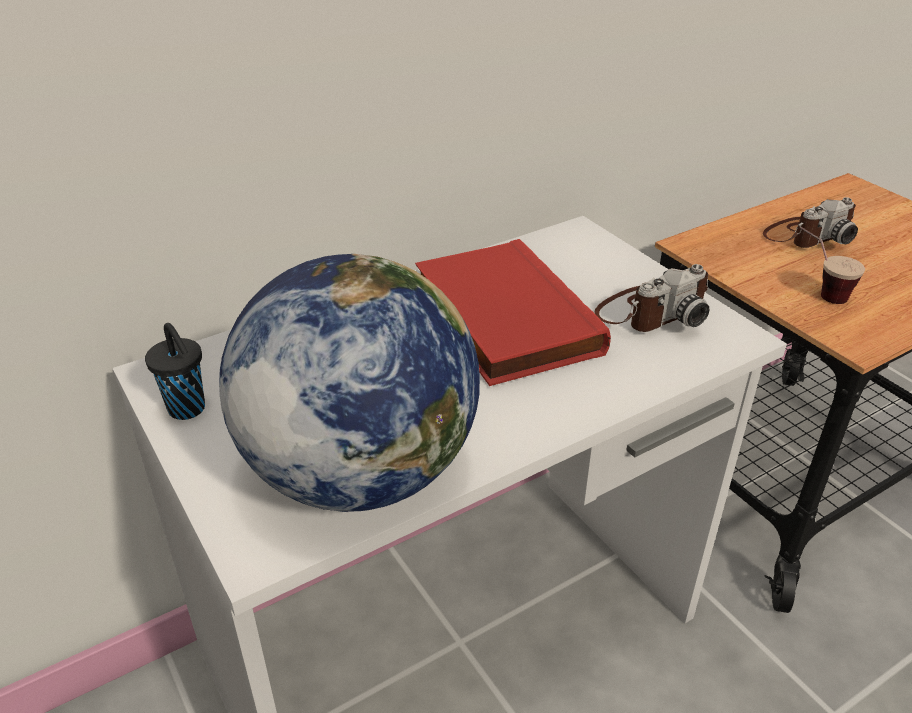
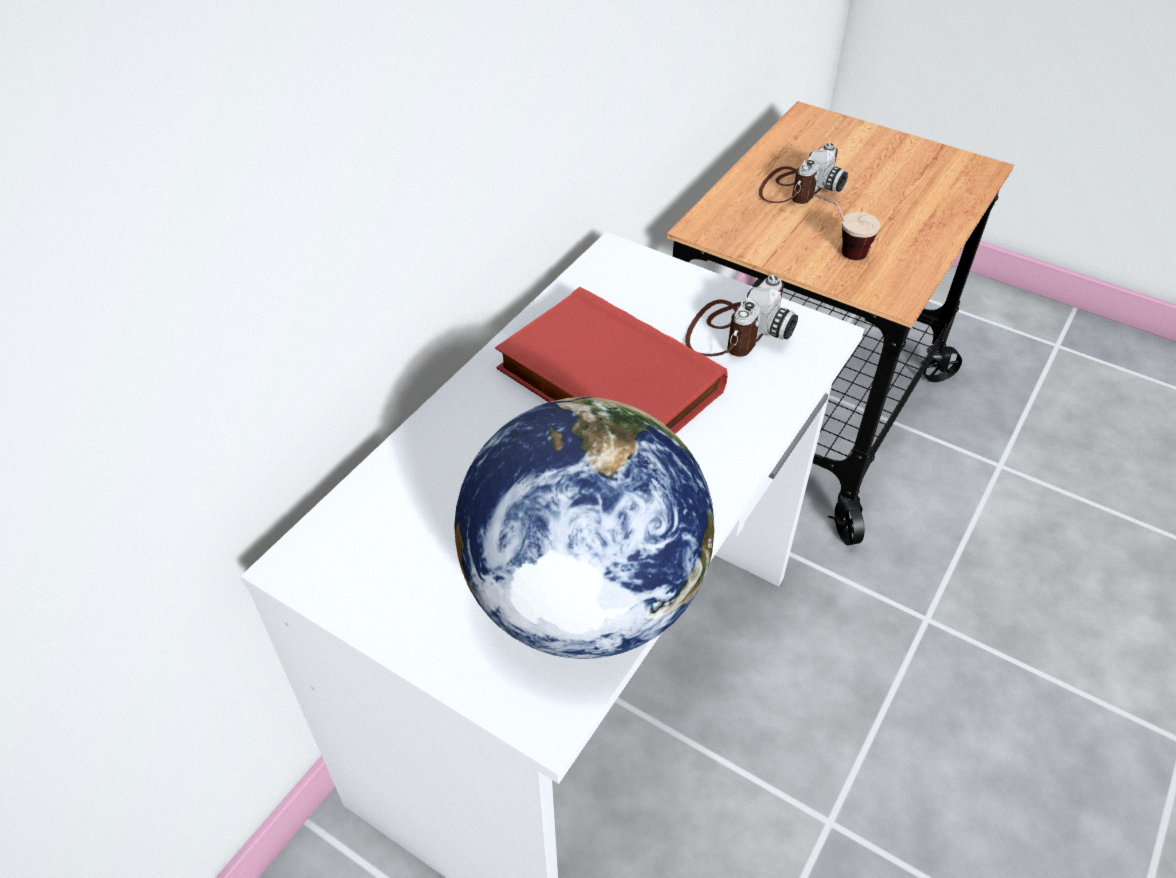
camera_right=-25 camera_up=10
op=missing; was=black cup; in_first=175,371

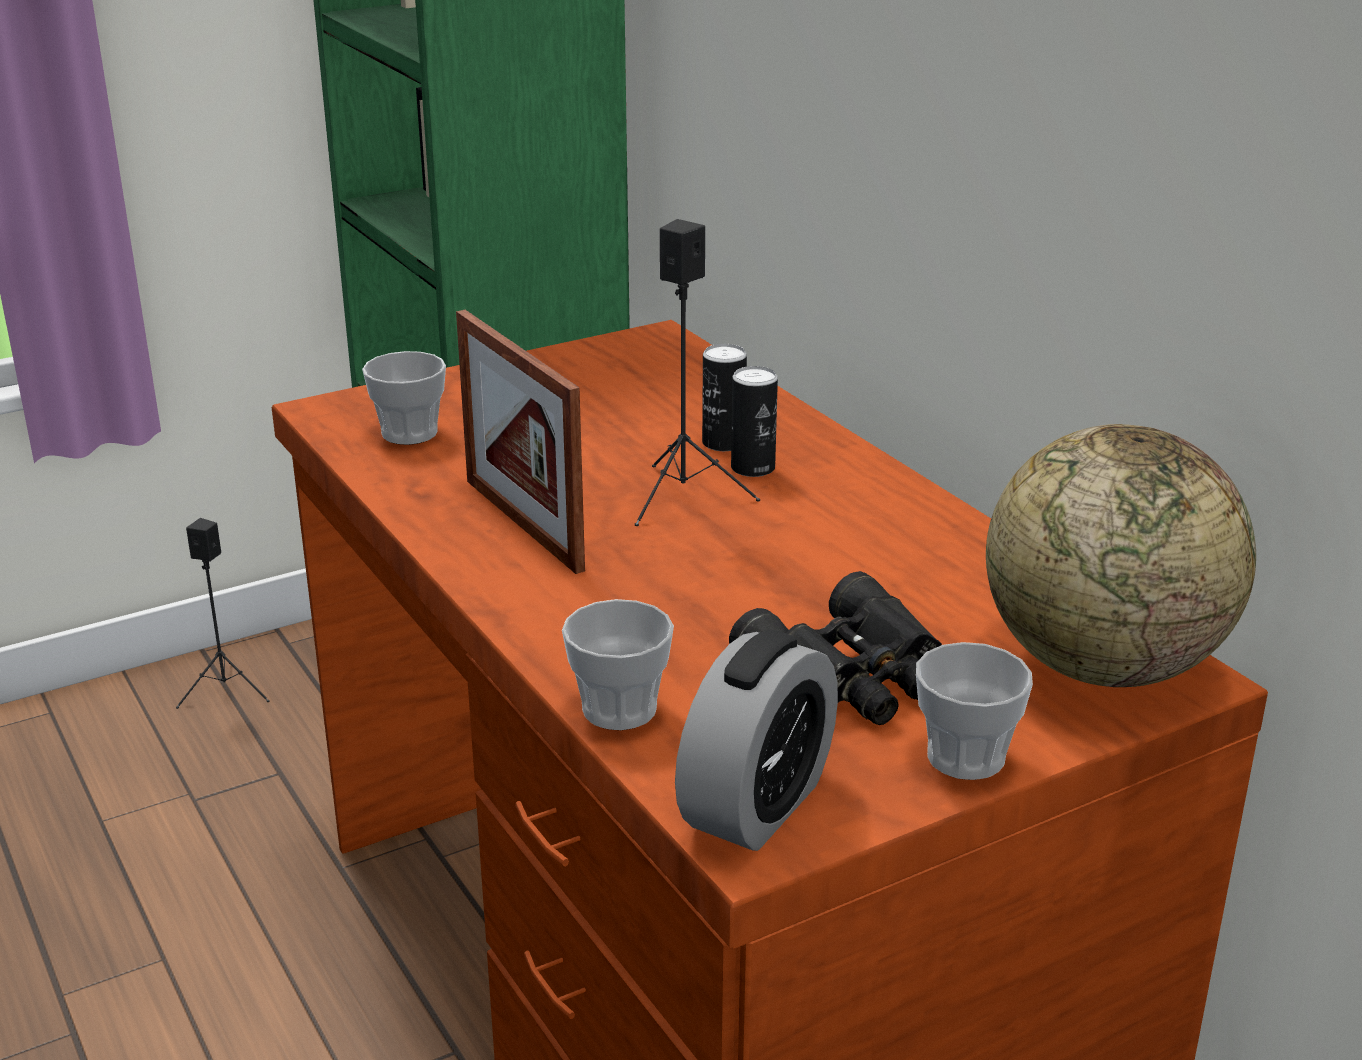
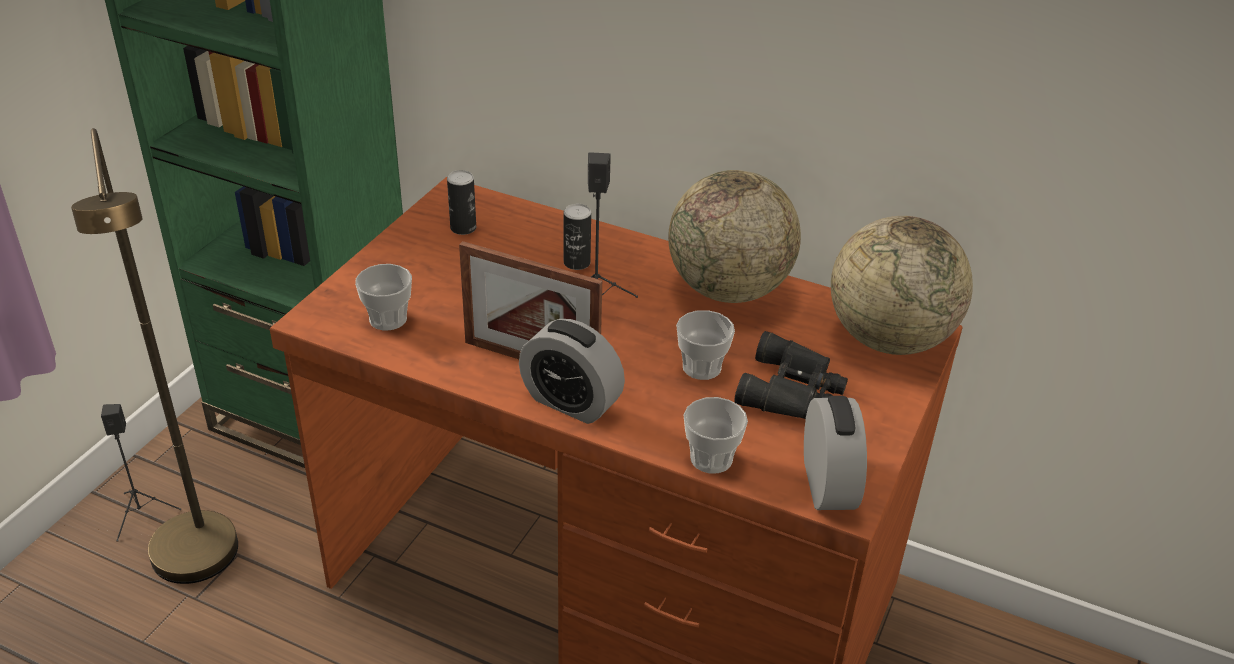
camera_right=-35 camera_up=10
op=relocated; was=can; in_first=754,421; in_second=461,202
op=relocated; was=cup; in_first=974,711; in_second=705,345
op=appeared; now=brown floor lamp; in_second=154,356
op=appeared; now=globe; in_second=734,236
op=appeared; now=alarm clock; in_second=572,371

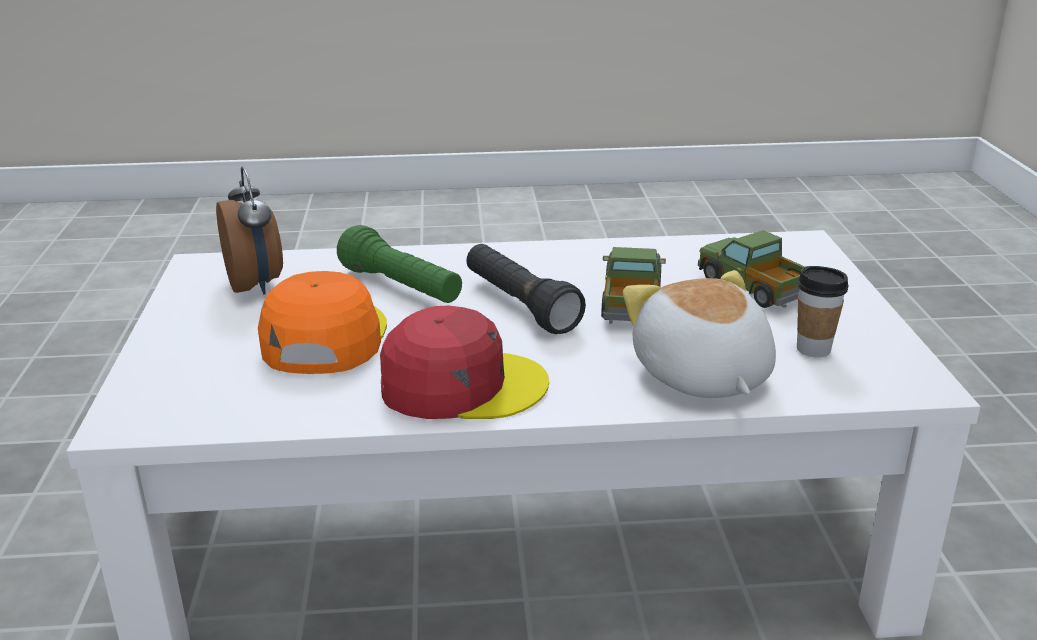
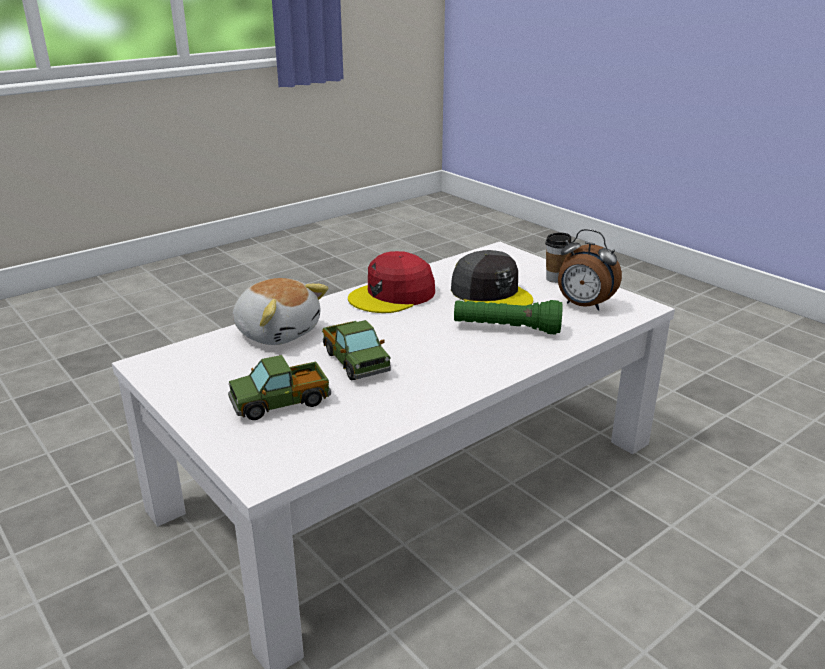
camera_right=145 camera_up=0
op=spun; was=toy truck; in_first=751,269; in_second=279,387; clockwise=135
op=missing; was=black flashlight; in_first=526,289
op=relocated; was=cup; in_first=822,311; in_second=558,257
op=colour; was=orange cap; now=grey cap; in_first=322,322; in_second=492,278

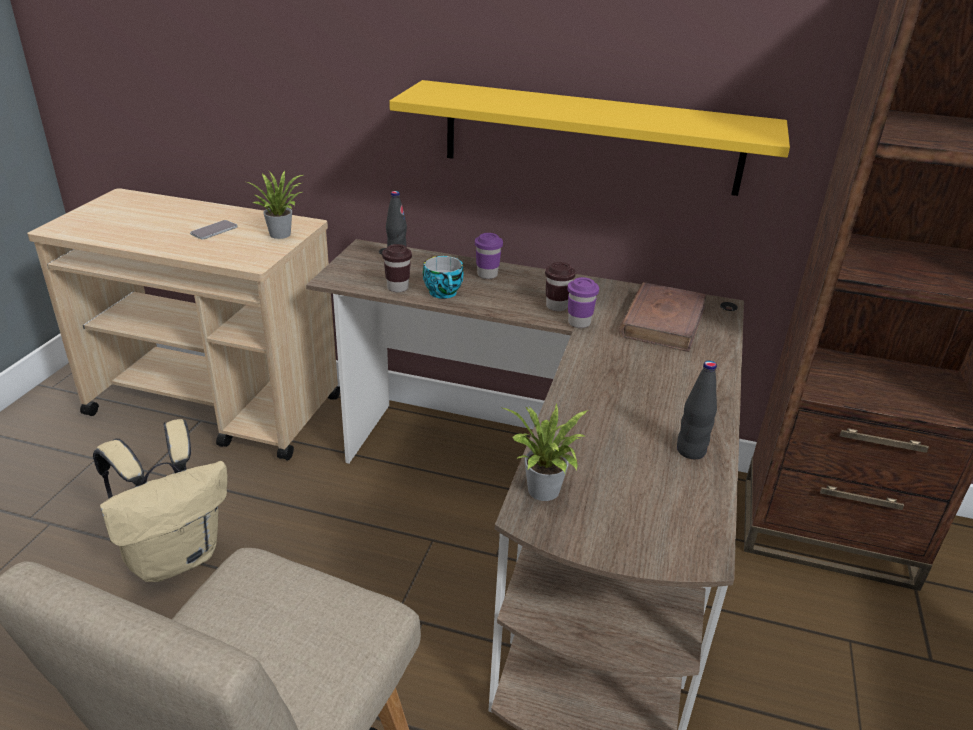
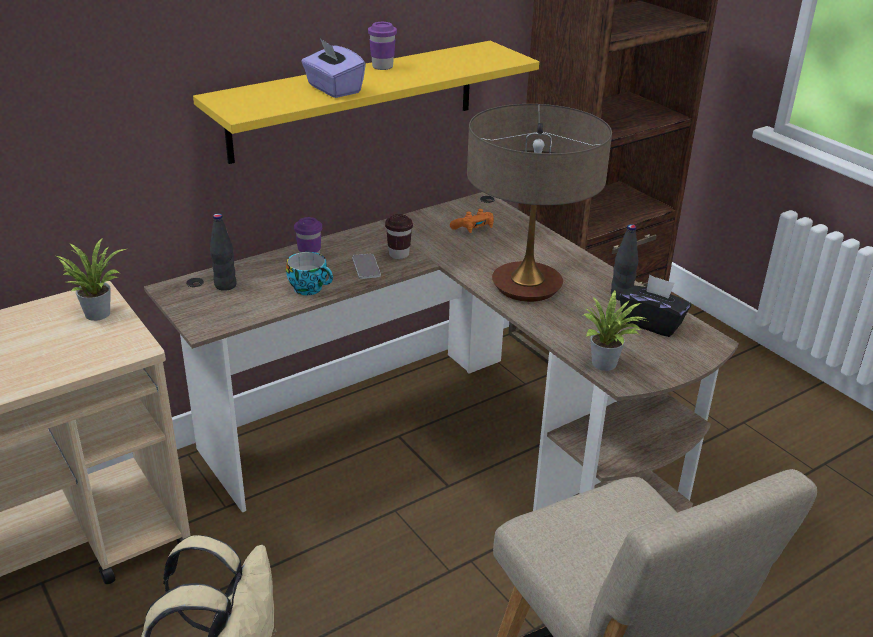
camera_right=-50 camera_up=0
op=relocated; was=phone; in_first=213,229; in_second=366,266
op=missing; was=brown cup; in_first=397,268
op=relocated; was=purple cup; in_first=583,302; in_second=382,46
op=exchanged; was=brown book; now=orange game controller; in_first=663,317; in_second=472,221
op=appeared; now=purple tissue box; in_second=333,68
op=appeared; now=table lamp; in_second=539,203
op=appeared; now=black tissue box; in_second=656,305

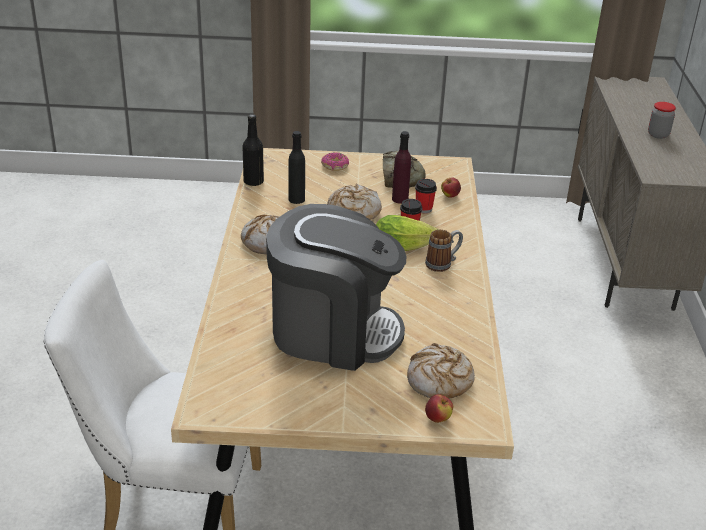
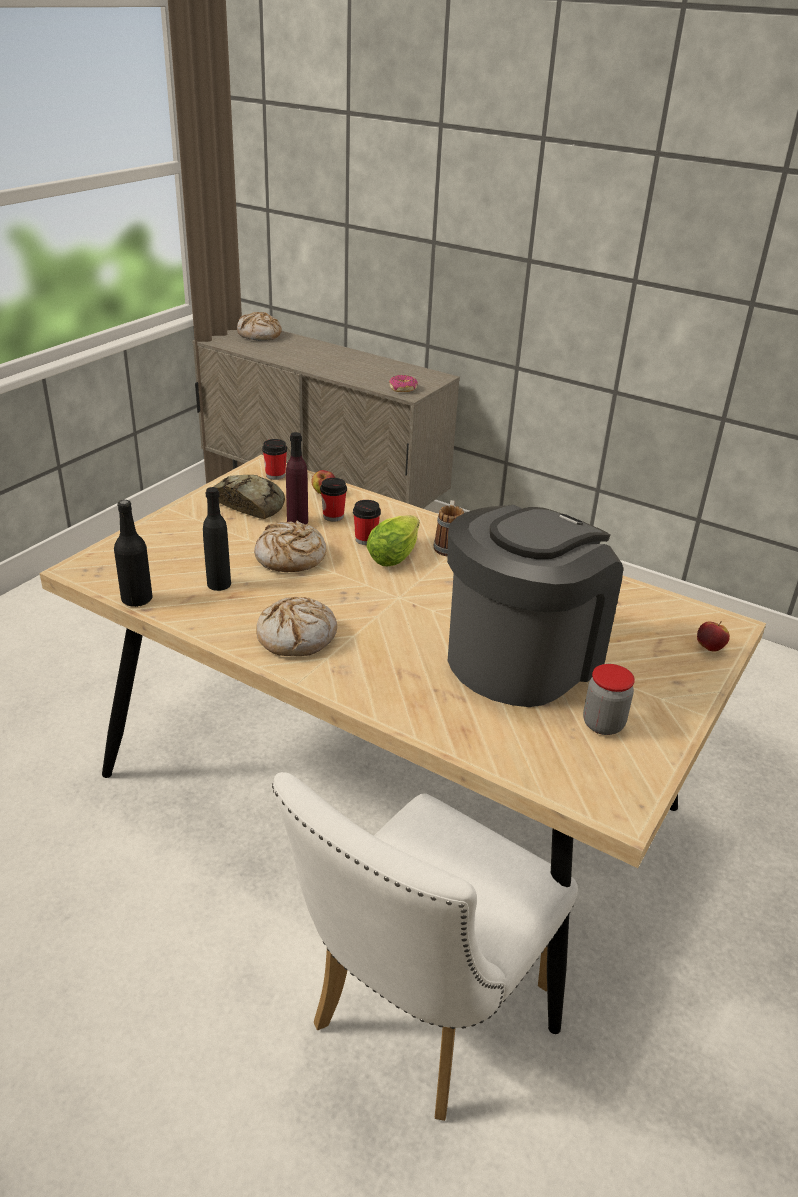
camera_right=-60 camera_up=0
op=relocated; was=jar; in_first=662,120; in_second=609,699
op=relocated; was=donut; in_first=335,161; in_second=403,383
op=relocated; was=bread; in_first=441,371; in_second=259,326
op=appeared; now=cup; in_second=274,459

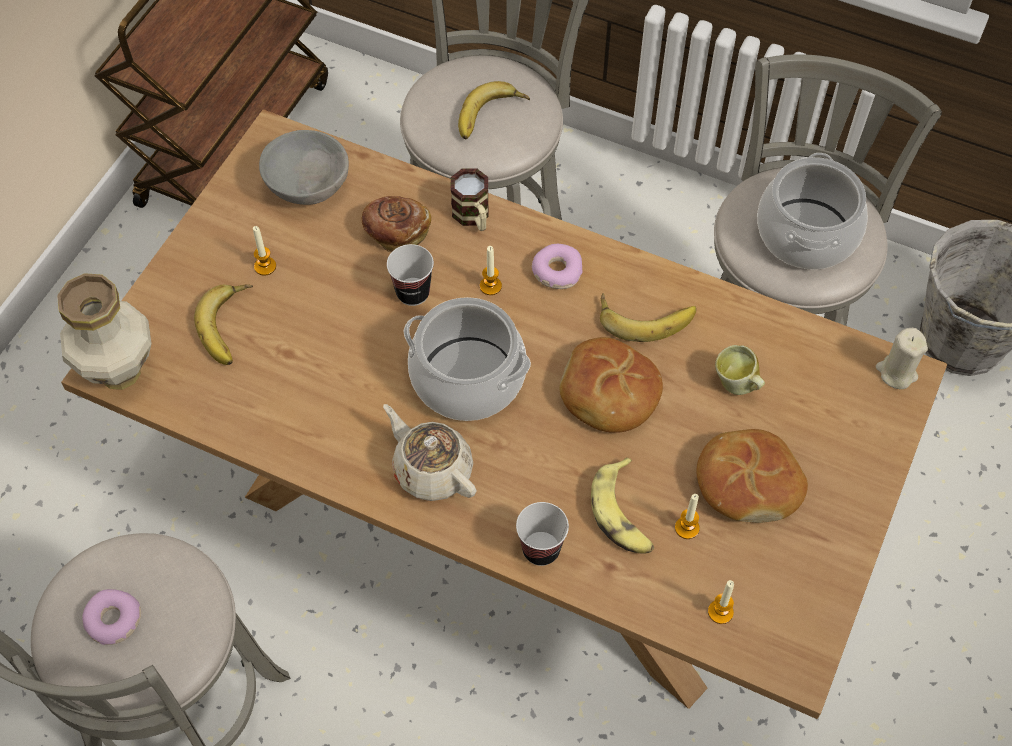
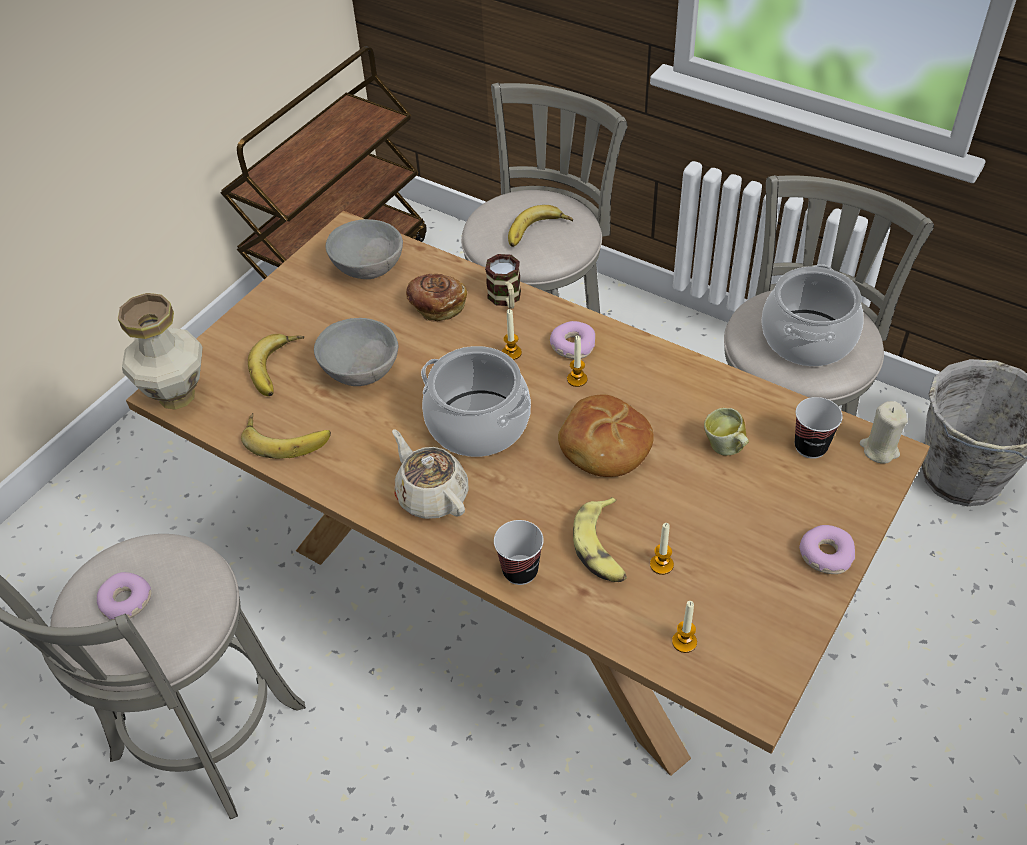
camera_right=10 camera_up=-10
op=relocated; was=candle; in_first=264,251; in_second=577,361
op=relocated; was=cup; in_first=410,275; in_second=819,428
op=relocated; was=banana; in_first=648,317; in_second=286,436
op=missing; was=bread; in_first=752,476
op=appeared; now=grey bowl; in_second=356,352
op=appeared; now=donut; in_second=827,549

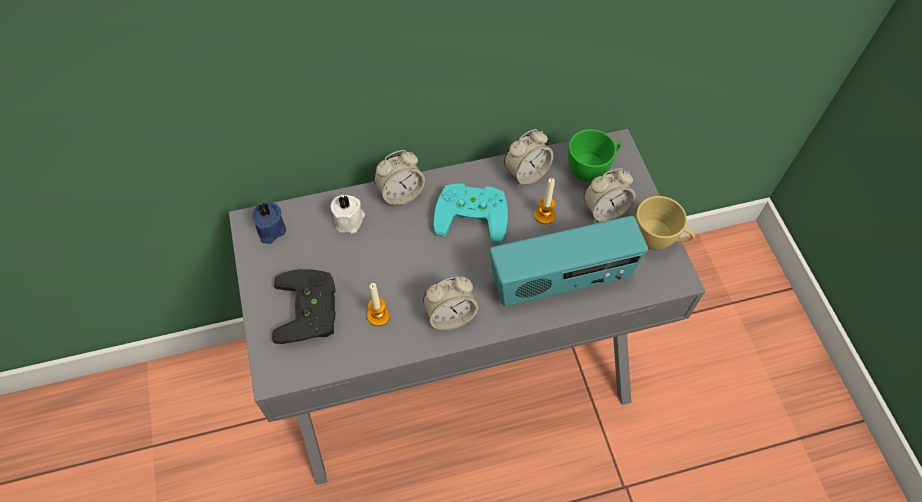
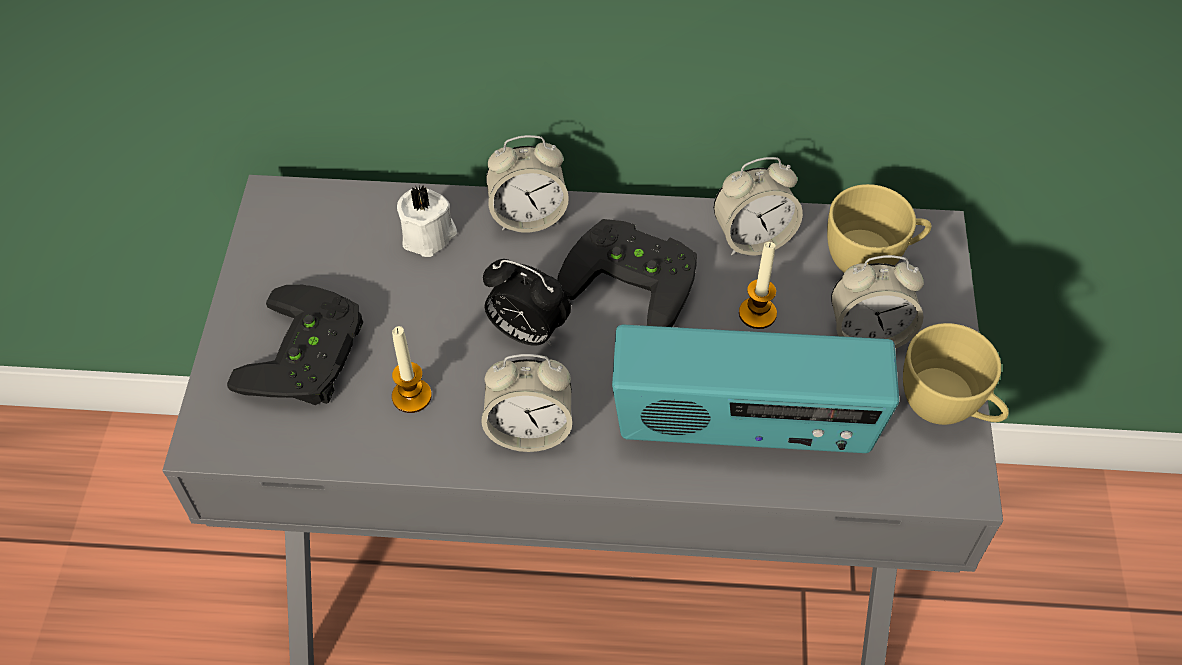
camera_right=20 camera_up=-5
op=colour; was=green cup; now=yellow cup; in_first=594,155; in_second=879,228
op=colour; was=turquoise game controller; now=black game controller; in_first=470,213; in_second=627,273
op=missing; was=blue candle; in_first=269,223
op=appeared; now=alarm clock; in_second=527,302

